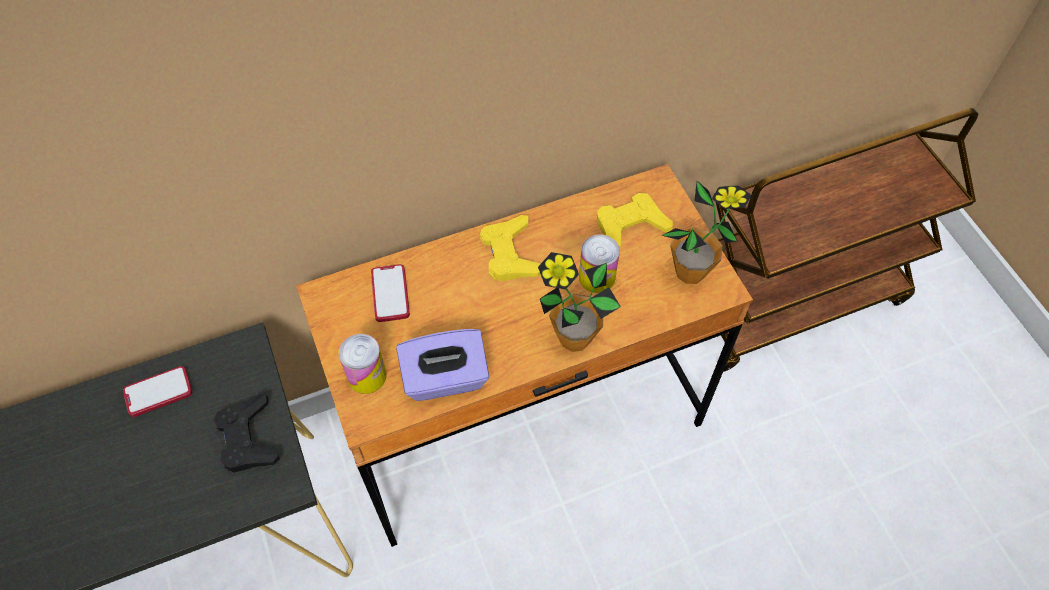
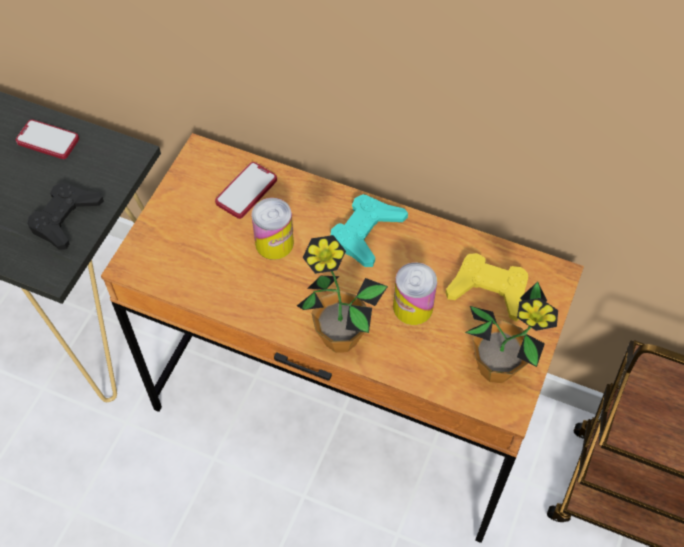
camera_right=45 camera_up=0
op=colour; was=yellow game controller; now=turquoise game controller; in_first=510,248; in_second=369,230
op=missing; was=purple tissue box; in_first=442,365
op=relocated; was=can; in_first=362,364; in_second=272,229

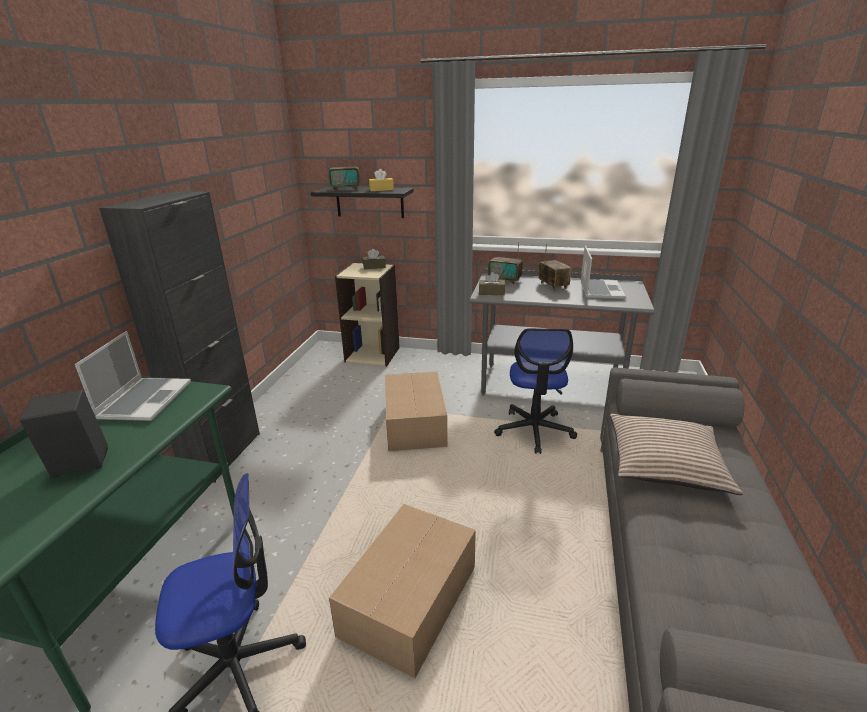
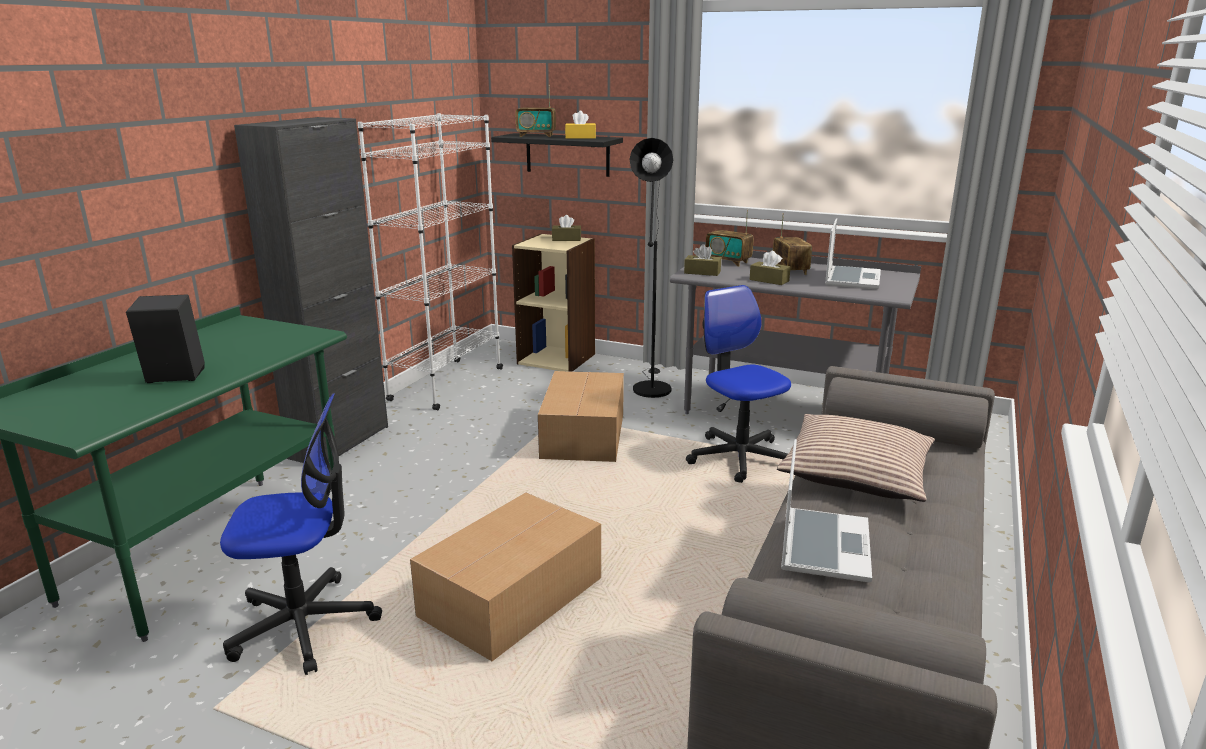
camera_right=10 camera_up=-5
op=spun; was=office chair; in_first=535,391; in_second=738,384; clockwise=135
op=relocated; was=laptop; in_first=133,376; in_second=826,510
op=appeared; now=white bookcase; in_second=430,261
op=appeared; now=black floor lamp; in_second=651,268
op=appeared; now=brown tissue box; in_second=770,268

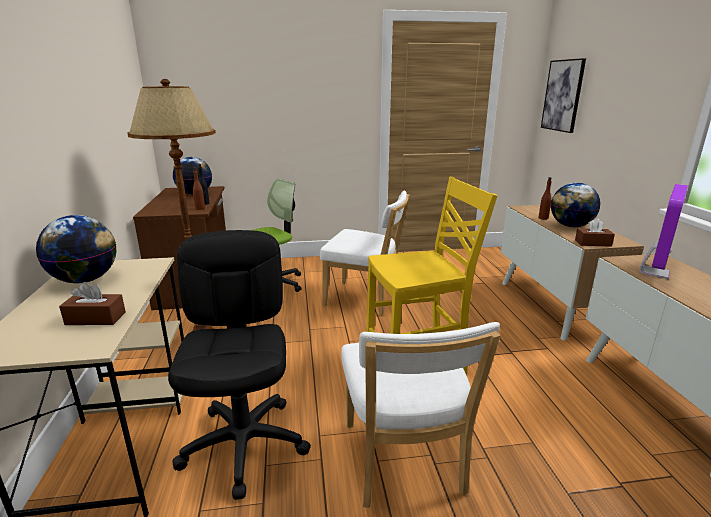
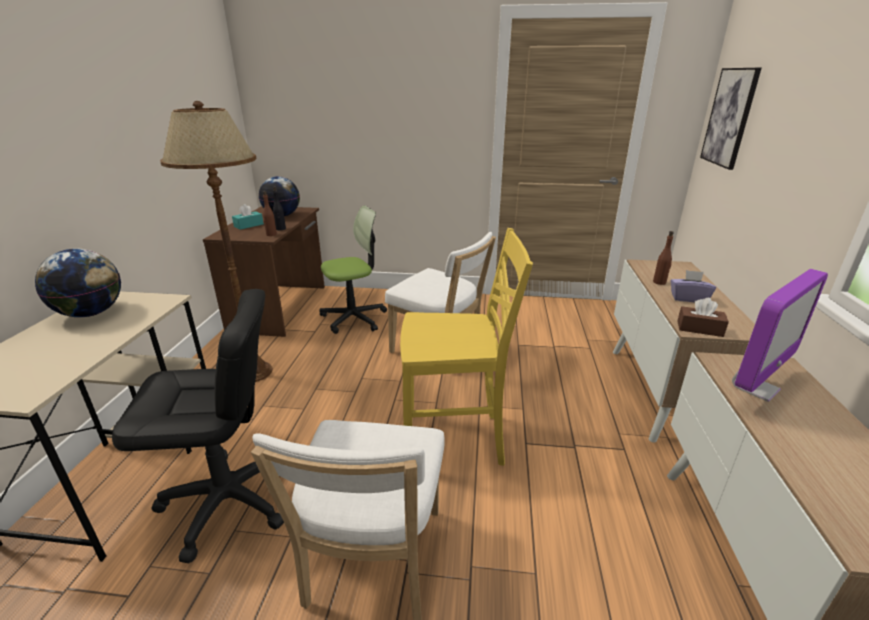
camera_right=15 camera_up=5
op=exchanged; was=globe; now=purple tissue box; in_first=575,205; in_second=693,286
op=spun; was=black office chair; in_first=239,365; in_second=198,426; clockwise=75
op=missing; was=brown tissue box; in_first=92,303
op=appeared; now=turquoise tissue box; in_second=248,217

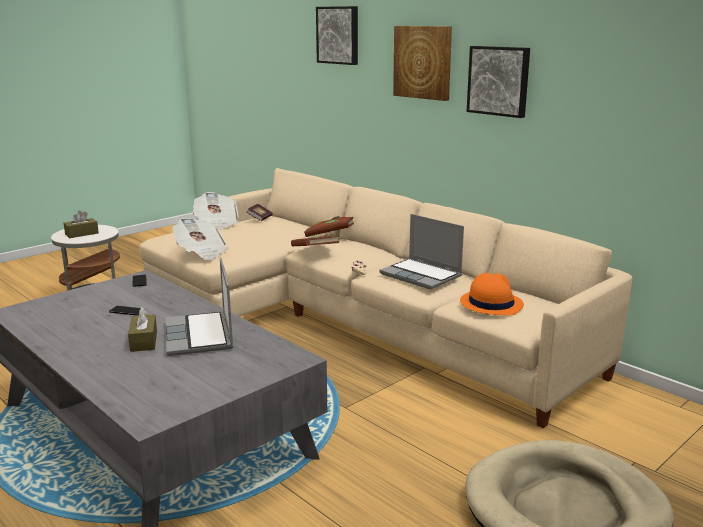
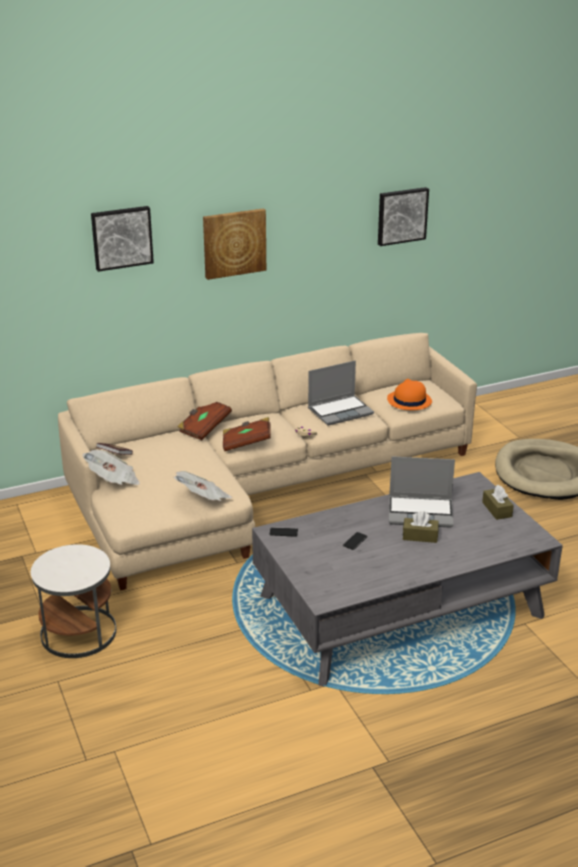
camera_right=-70 camera_up=10
op=relocated; was=picture; in_first=498,82; in_second=403,216
op=relocated; was=brown tissue box; in_first=81,224; in_second=498,502

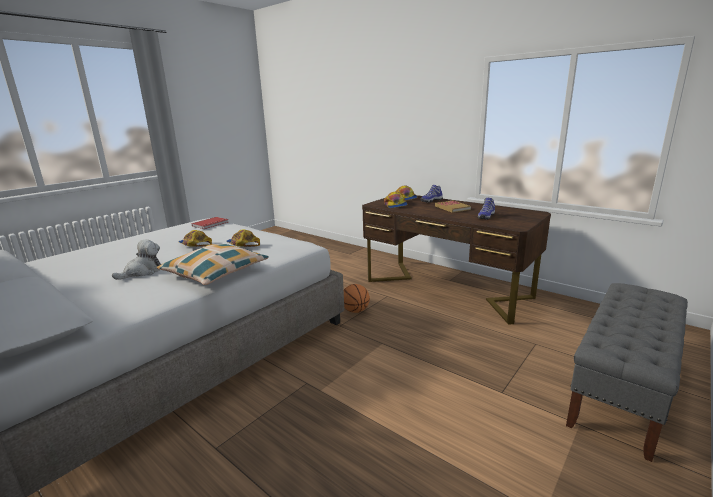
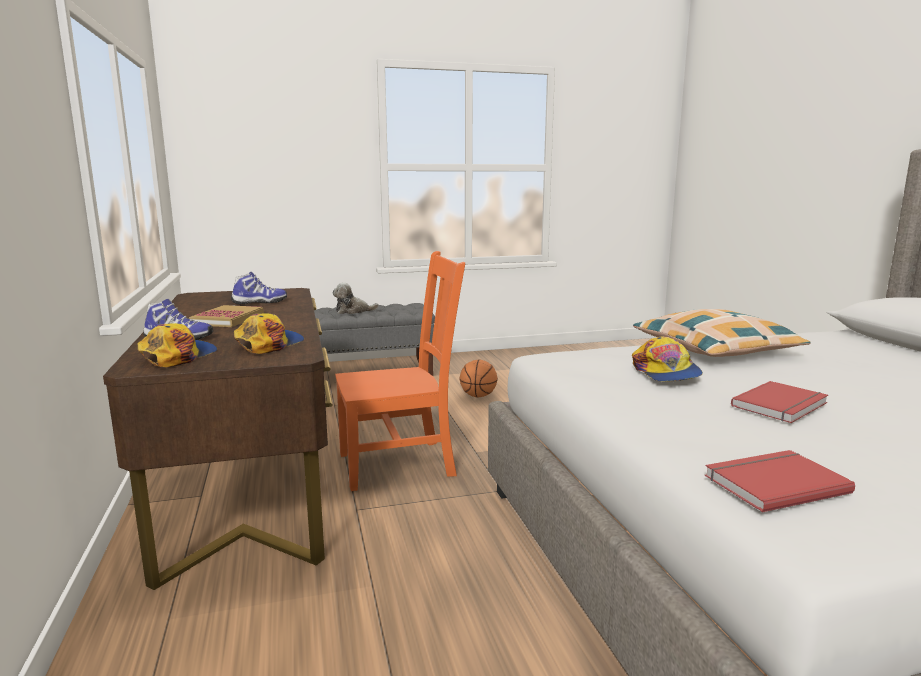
camera_right=-145 camera_up=-5
op=exchanged; was=cap; now=red book; in_first=195,238; in_second=779,402
op=relocated; was=plush toy; in_first=136,259; in_second=355,298
op=relocated; was=basketball; in_first=357,298; in_second=478,378
op=appeared; now=orange chair; in_second=400,371

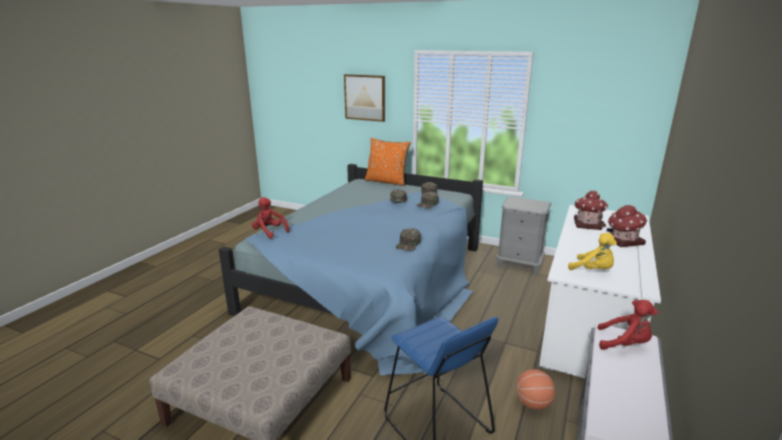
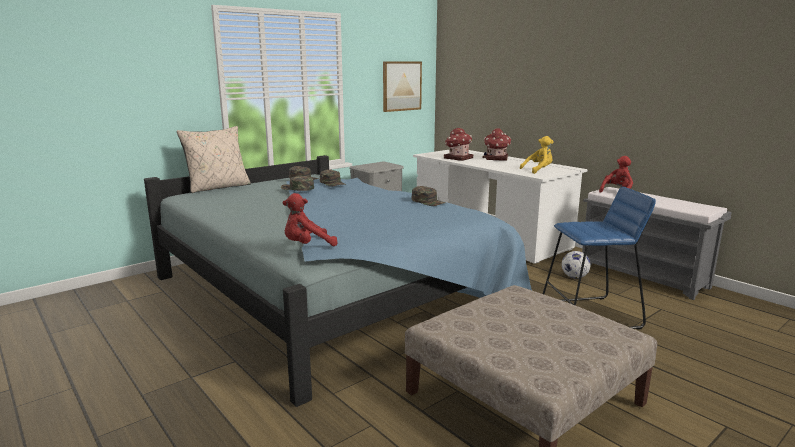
camera_right=-65 camera_up=-5
op=relocated; was=picture; in_first=364,98; in_second=402,86
op=colour; was=orange pillow; now=beige pillow; in_first=388,162; in_second=214,159
op=exchanged; was=basketball; now=football; in_first=535,389; in_second=576,265

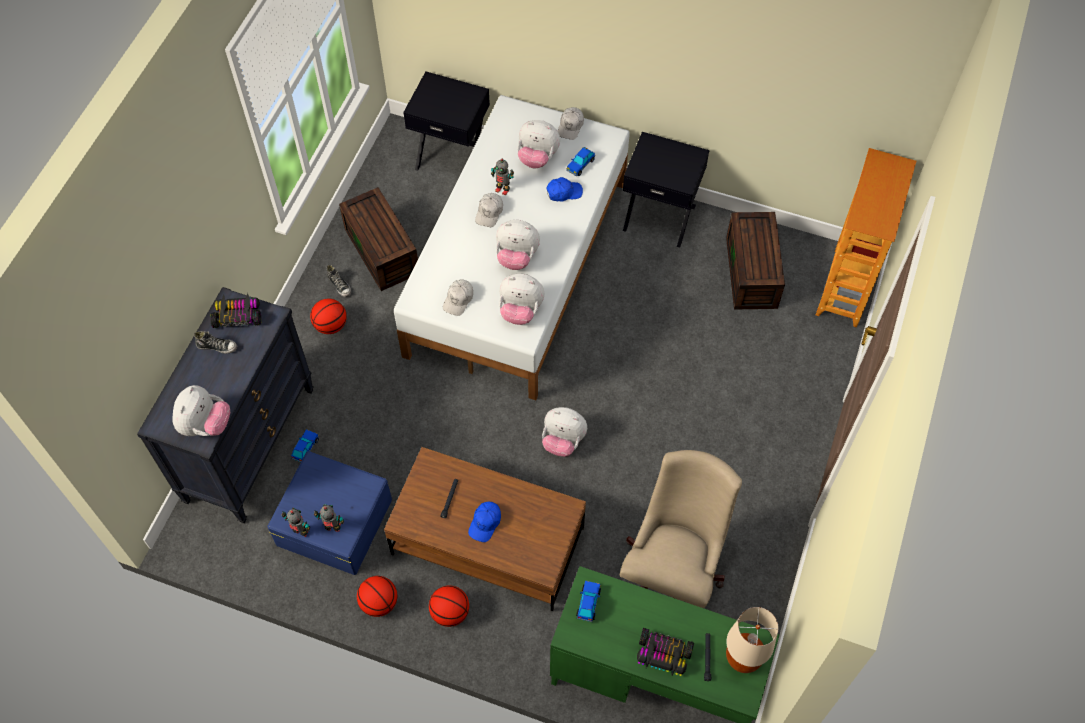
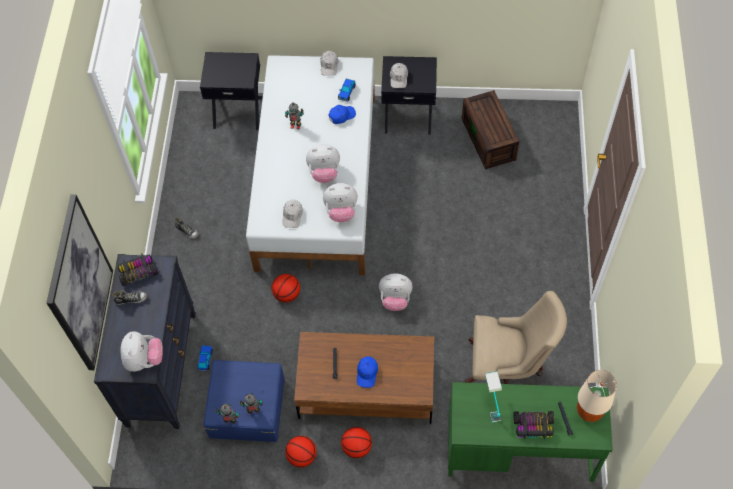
camera_right=-15 camera_up=0
op=missing; was=plush toy; in_first=539,144
op=missing; was=bookcase; in_first=866,237
op=missing; was=brown storage box; in_first=378,239
op=relocated; was=white cap; in_first=489,210; in_second=399,75
op=relocated; was=basketball; in_first=328,316; in_second=286,288
op=spun; was=beige office chair; in_first=681,529; in_second=515,337; clockwise=90
op=missing; was=toy car; in_first=588,601
op=appeared; now=picture; in_second=80,282
op=appeared; now=table lamp; in_second=493,396

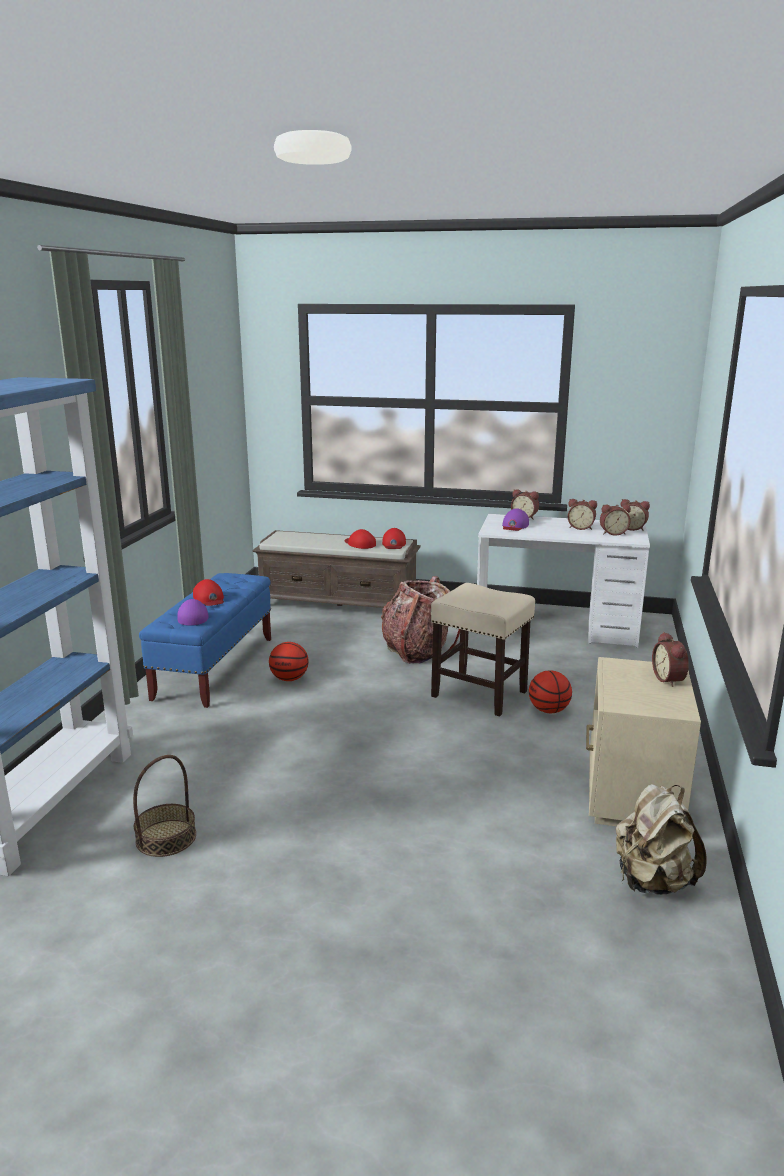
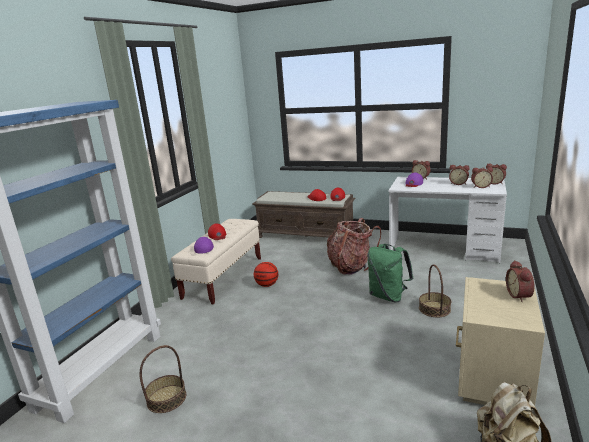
camera_right=10 camera_up=0
op=colour; was=blue bench; now=beige bench; in_first=205,640; in_second=216,262
op=exchanged; was=beige stool; now=green backpack; in_first=483,649; in_second=390,273
op=exchanged; was=basketball; now=basket; in_first=550,691; in_second=435,290

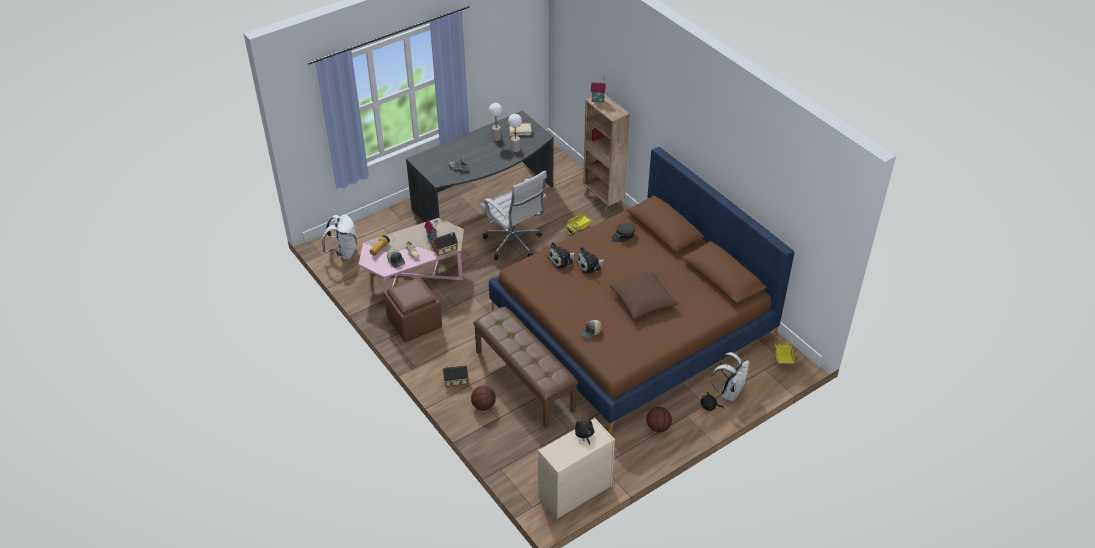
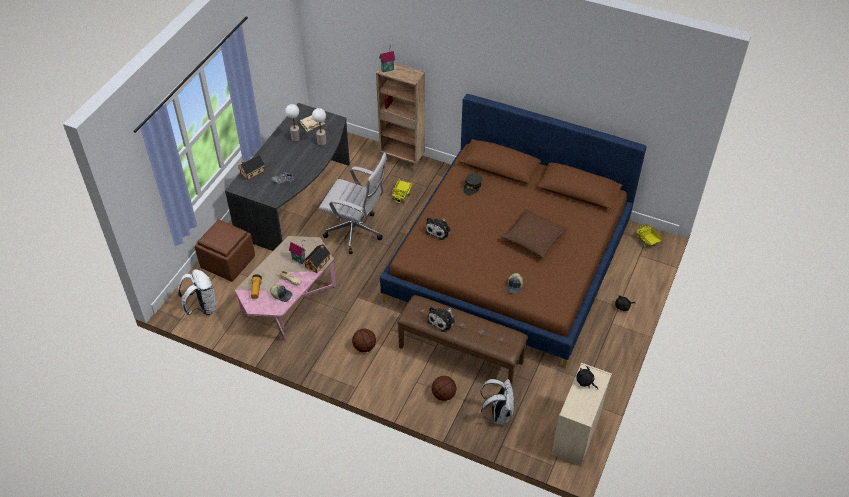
camera_right=-30 camera_up=5
op=relocated; was=plush toy; in_first=590,260; in_second=441,319
op=relocated; was=brown ottoman; in_first=413,309; in_second=225,250
op=relocated; was=white backpack; in_first=730,377; in_second=497,401
op=relocated; was=toy house; in_first=456,376; in_second=251,167
op=relocated; was=basketball; in_first=659,419; in_second=364,340

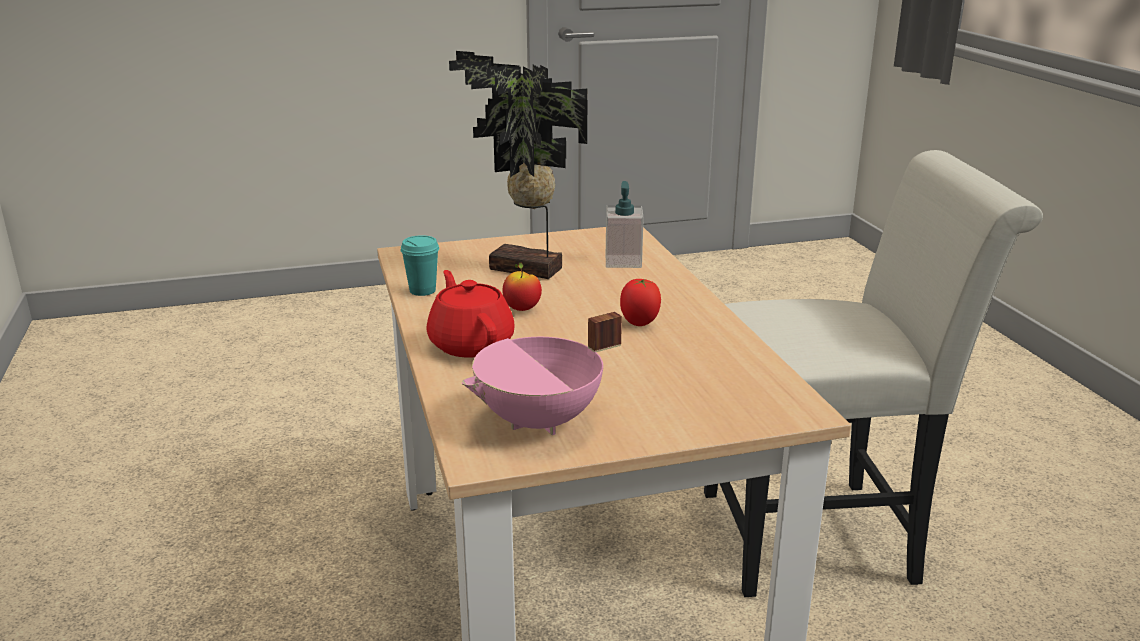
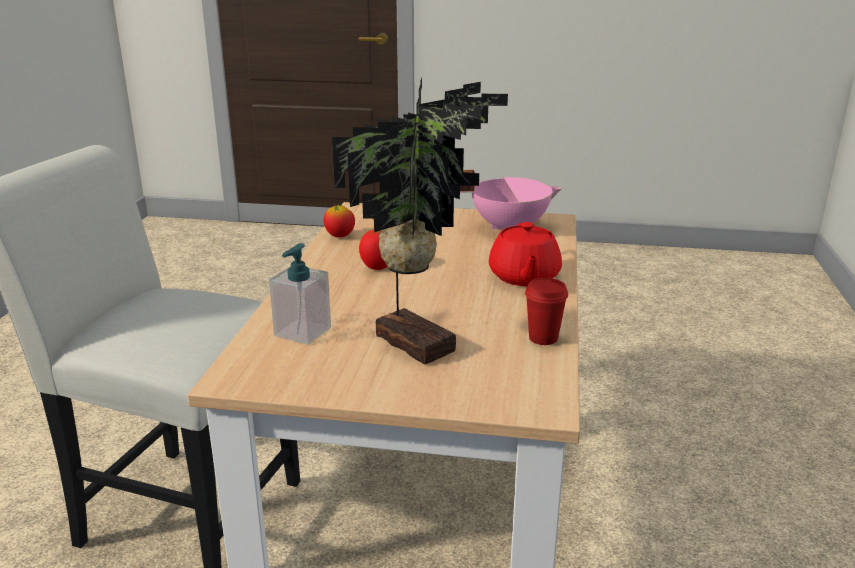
camera_right=-155 camera_up=0
op=colour; was=turquoise cup; now=red cup; in_first=419,265; in_second=546,311
op=relocated; was=apple; in_first=522,286; in_second=339,221

